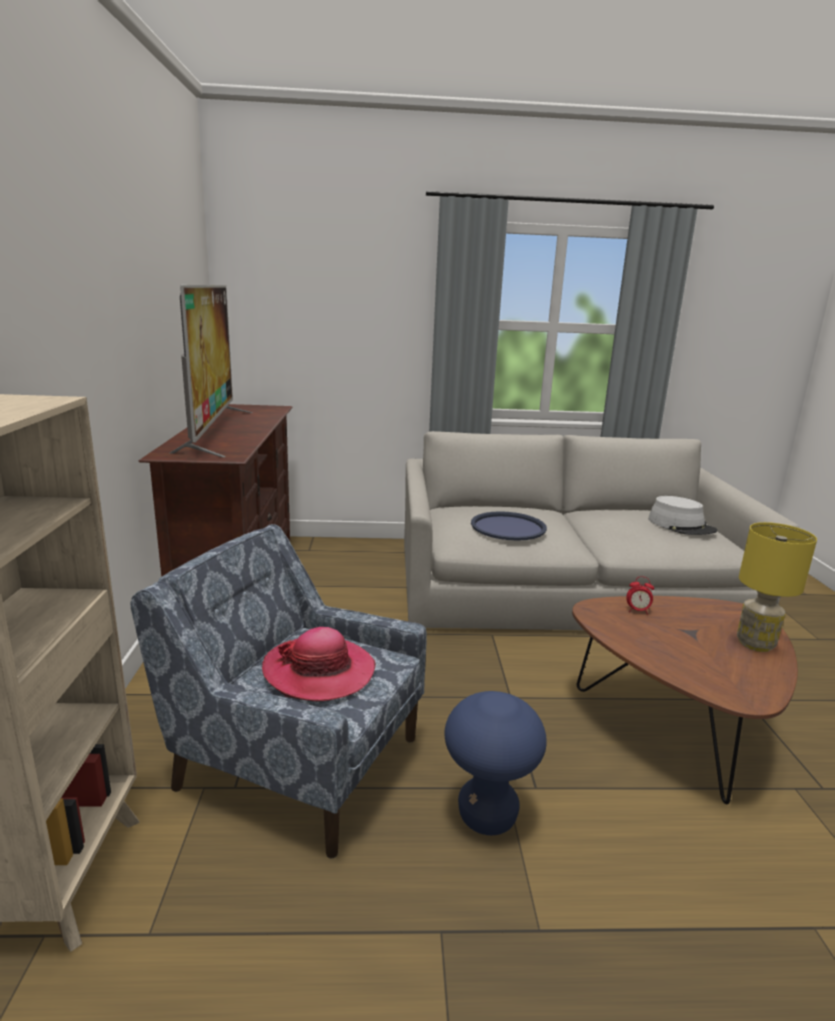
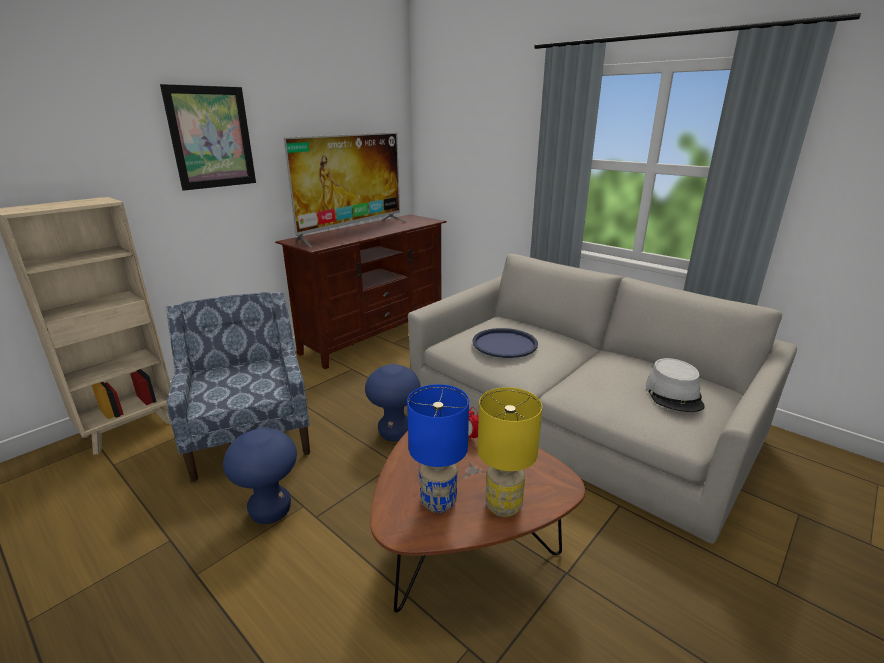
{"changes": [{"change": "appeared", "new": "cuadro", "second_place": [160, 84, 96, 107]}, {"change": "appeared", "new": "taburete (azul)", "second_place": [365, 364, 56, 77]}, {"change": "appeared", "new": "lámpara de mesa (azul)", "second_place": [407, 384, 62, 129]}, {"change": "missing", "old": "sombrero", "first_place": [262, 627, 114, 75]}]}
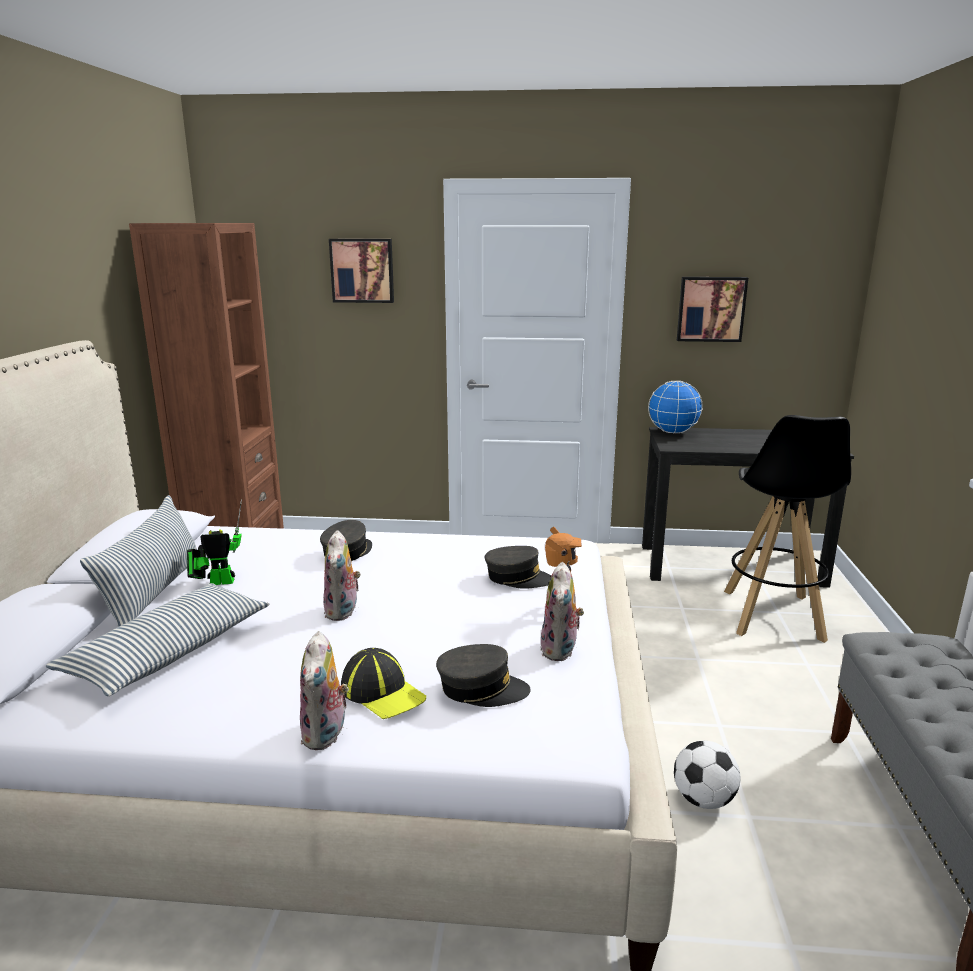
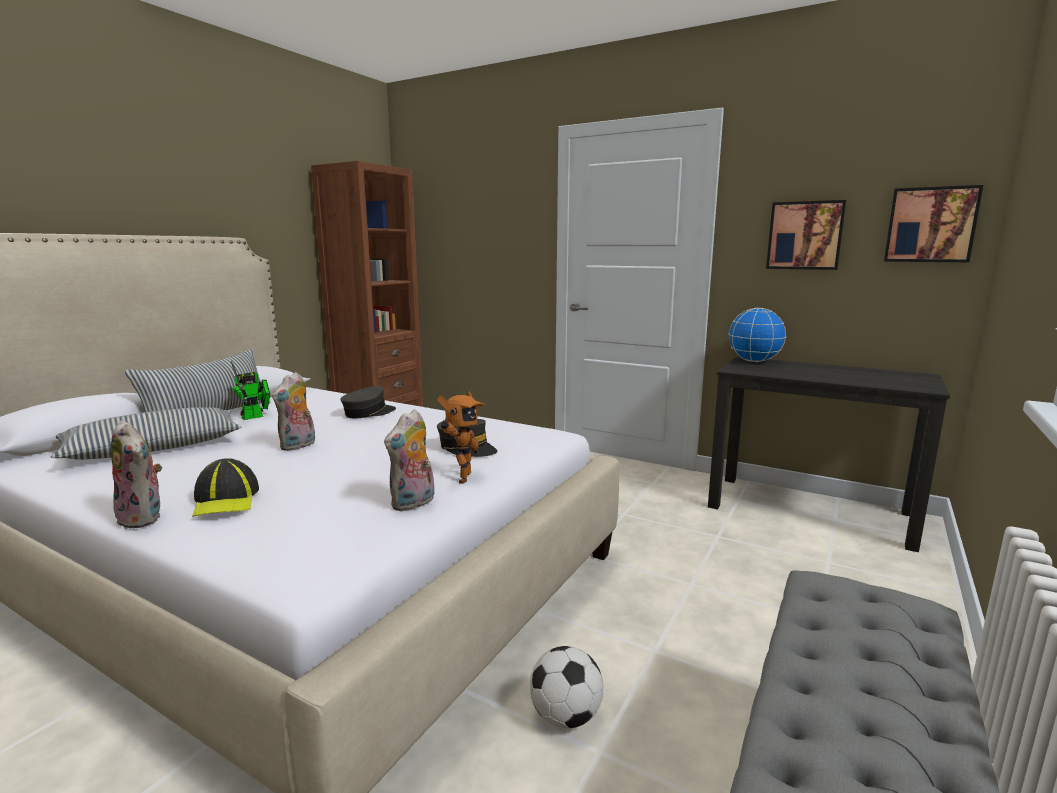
{"changes": [{"change": "spun", "old": "peluche", "first_place": [300, 631, 49, 119], "second_place": [111, 420, 51, 109], "degrees": -75}, {"change": "spun", "old": "robot de juguete", "first_place": [187, 499, 55, 86], "second_place": [231, 361, 39, 59], "degrees": 120}, {"change": "relocated", "old": "cuadro", "first_place": [329, 239, 65, 64], "second_place": [884, 185, 99, 77]}, {"change": "missing", "old": "gorra (gris)", "first_place": [436, 644, 94, 63]}, {"change": "missing", "old": "taburete (negro)", "first_place": [724, 415, 127, 228]}]}
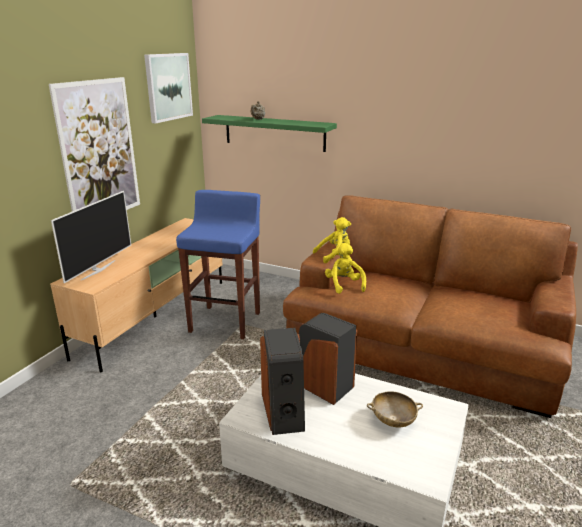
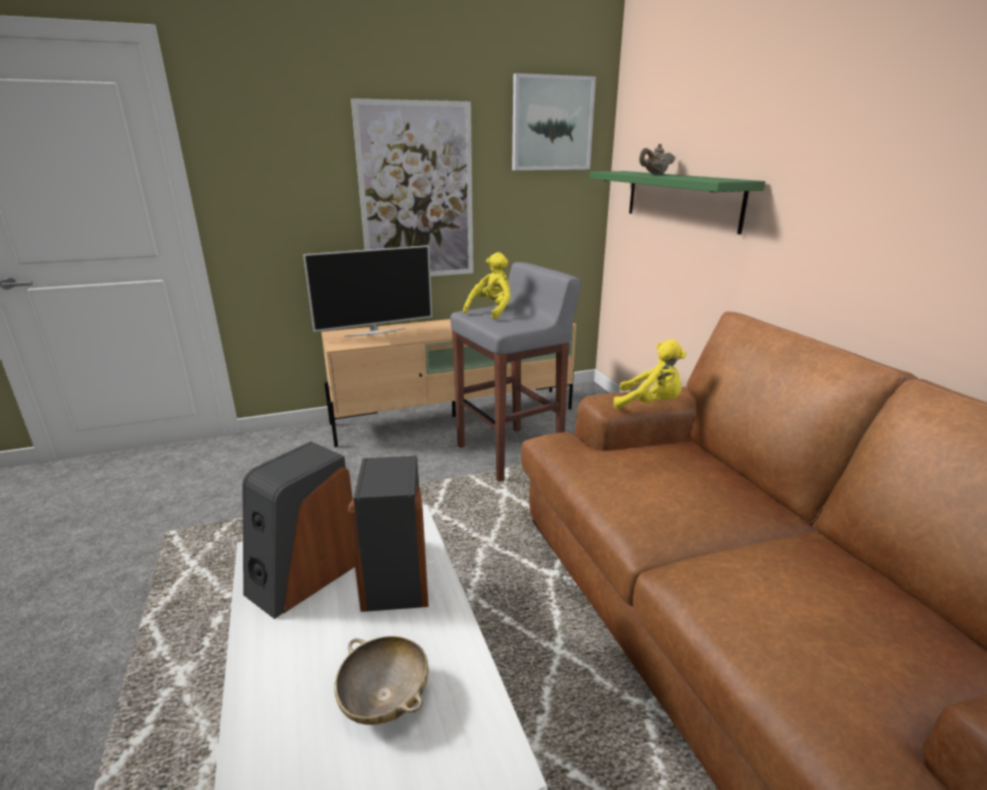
{"changes": [{"change": "colour", "old": "taburete (azul)", "new": "taburete (gris)", "first_place": [176, 190, 84, 149], "second_place": [450, 262, 132, 220]}, {"change": "relocated", "old": "peluche (amarillo)", "first_place": [325, 243, 41, 51], "second_place": [463, 252, 48, 68]}]}
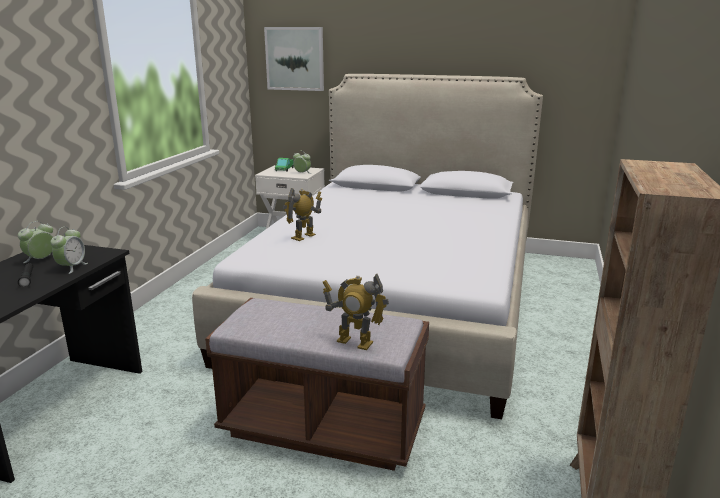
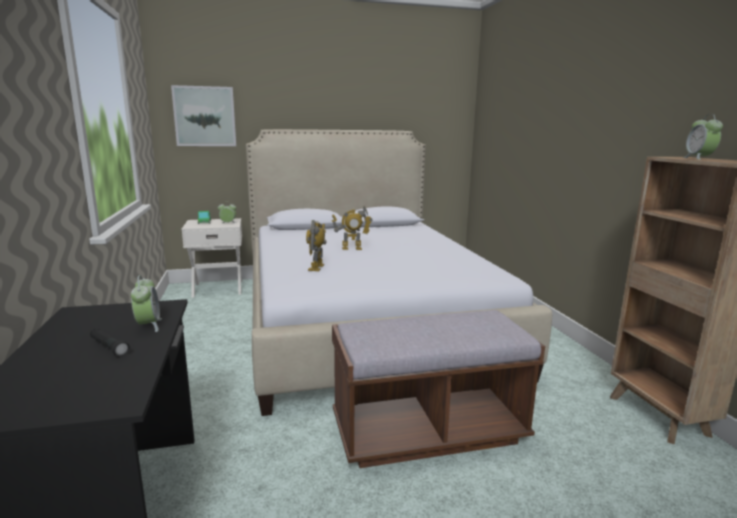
{"changes": [{"change": "relocated", "old": "robot de juguete", "first_place": [323, 274, 66, 76], "second_place": [331, 205, 42, 45]}, {"change": "relocated", "old": "despertador", "first_place": [18, 221, 35, 42], "second_place": [683, 114, 40, 46]}]}
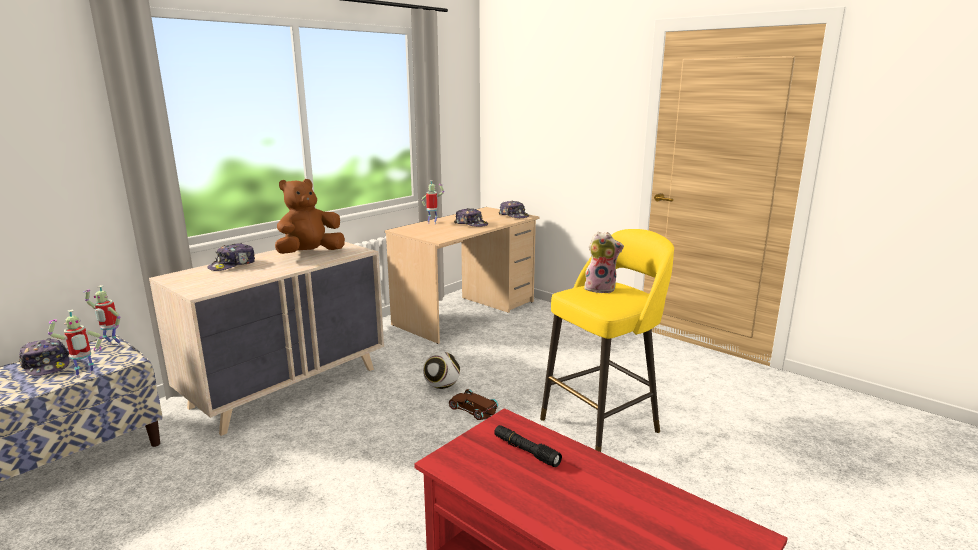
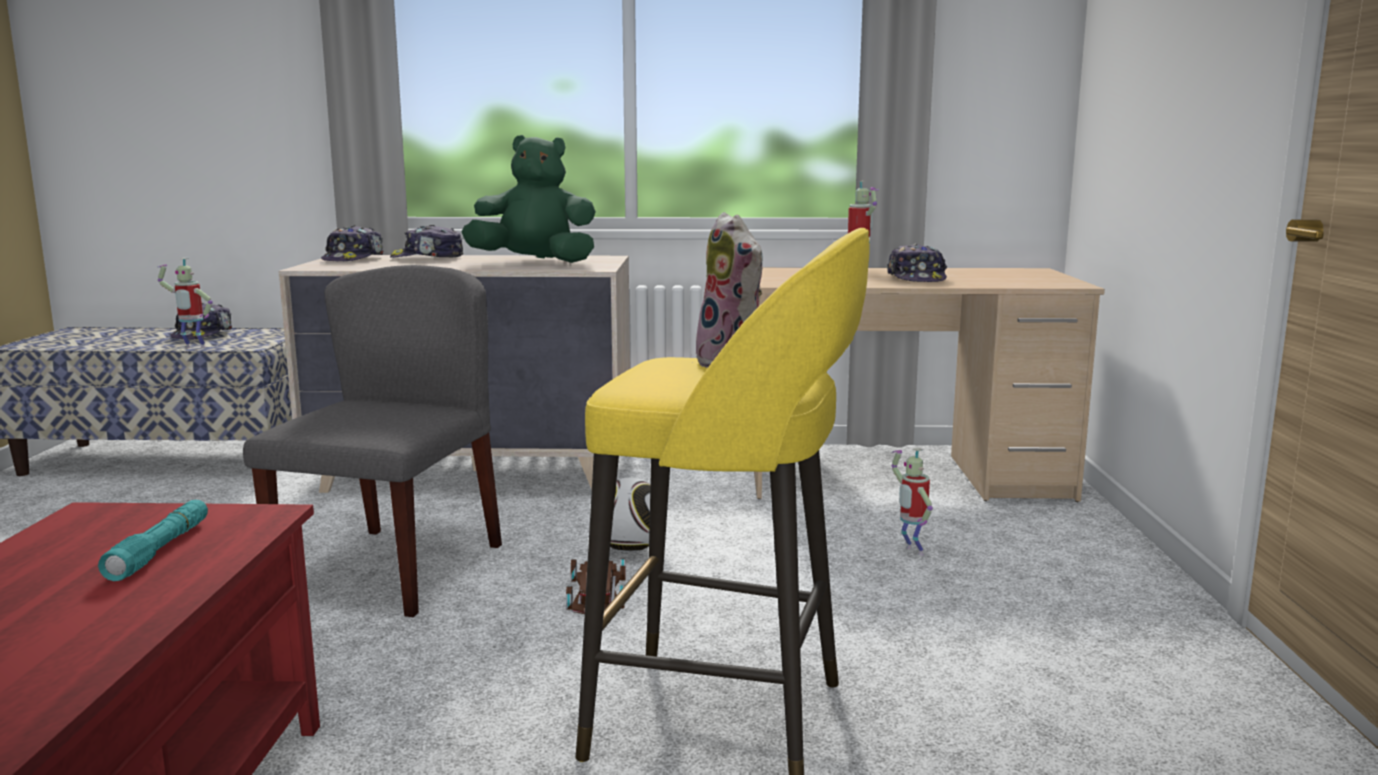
{"changes": [{"change": "colour", "old": "linterna (negro)", "new": "linterna (turquesa)", "first_place": [494, 425, 68, 42], "second_place": [98, 500, 110, 81]}, {"change": "appeared", "new": "silla (gris)", "second_place": [243, 265, 259, 352]}, {"change": "relocated", "old": "gorra", "first_place": [499, 201, 30, 17], "second_place": [321, 225, 62, 36]}, {"change": "colour", "old": "peluche (marrón)", "new": "peluche (verde)", "first_place": [275, 179, 70, 75], "second_place": [462, 135, 134, 128]}, {"change": "relocated", "old": "robot de juguete", "first_place": [84, 285, 37, 61], "second_place": [892, 448, 41, 108]}]}
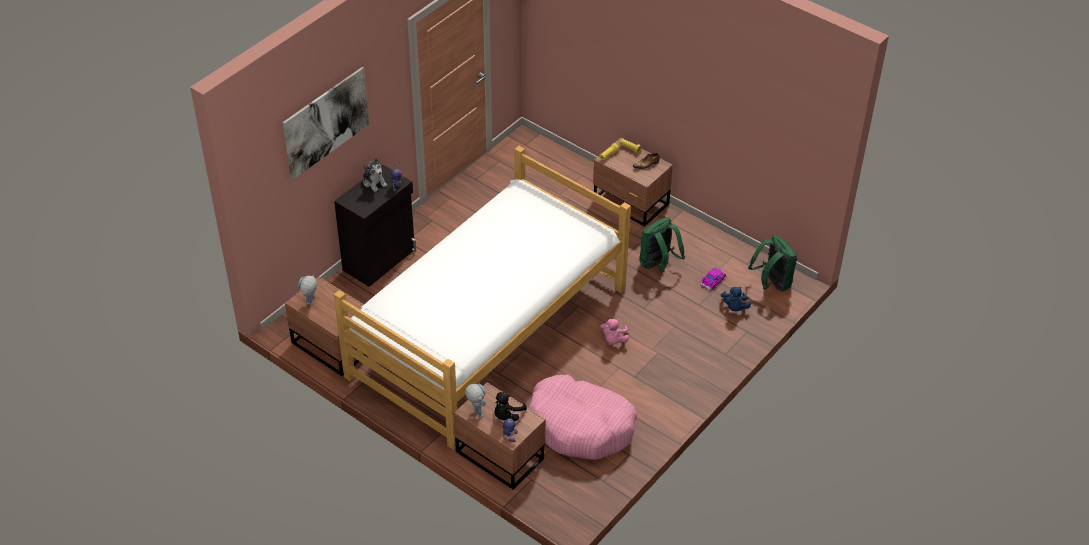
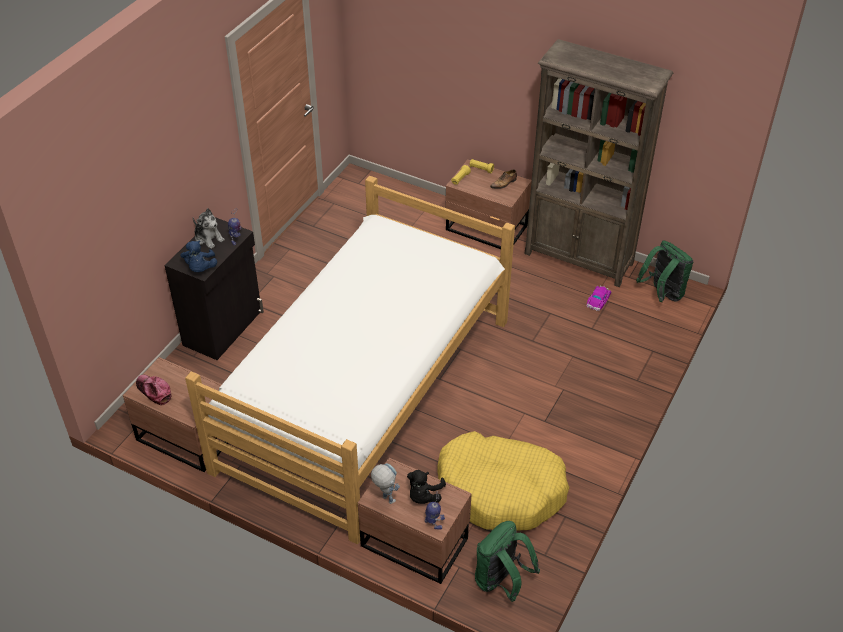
{"changes": [{"change": "exchanged", "old": "robot de juguete", "new": "gorra", "first_place": [298, 275, 19, 30], "second_place": [136, 375, 35, 31]}, {"change": "relocated", "old": "peluche (azul)", "first_place": [721, 287, 30, 24], "second_place": [180, 241, 37, 31]}, {"change": "colour", "old": "cama para perro (rosa)", "new": "cama para perro (amarillo)", "first_place": [529, 374, 108, 86], "second_place": [437, 431, 133, 100]}, {"change": "relocated", "old": "mochila (verde)", "first_place": [639, 217, 46, 55], "second_place": [475, 521, 65, 81]}, {"change": "appeared", "new": "estantería (marrón)", "second_place": [525, 39, 148, 248]}, {"change": "missing", "old": "cuadro", "first_place": [283, 67, 86, 113]}, {"change": "missing", "old": "peluche (rosa)", "first_place": [601, 319, 28, 25]}]}
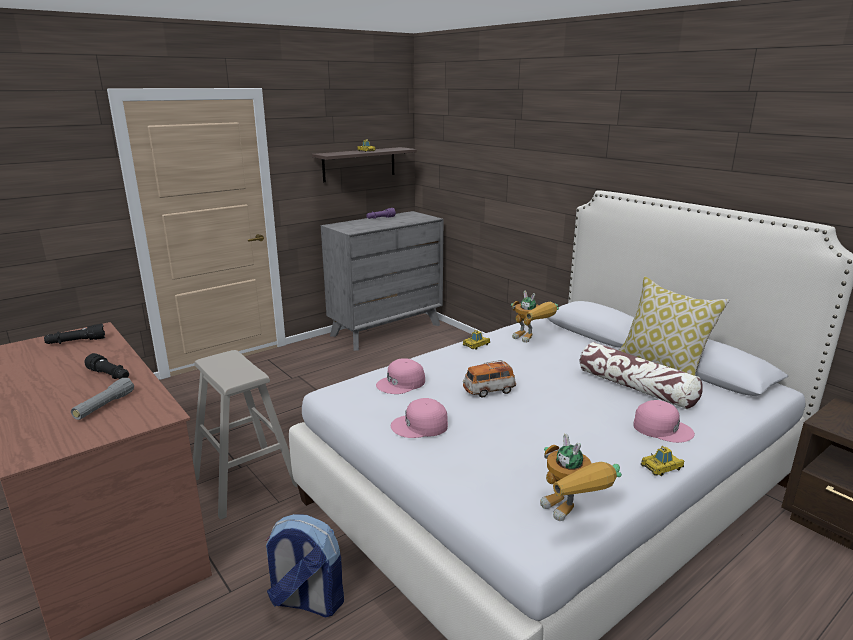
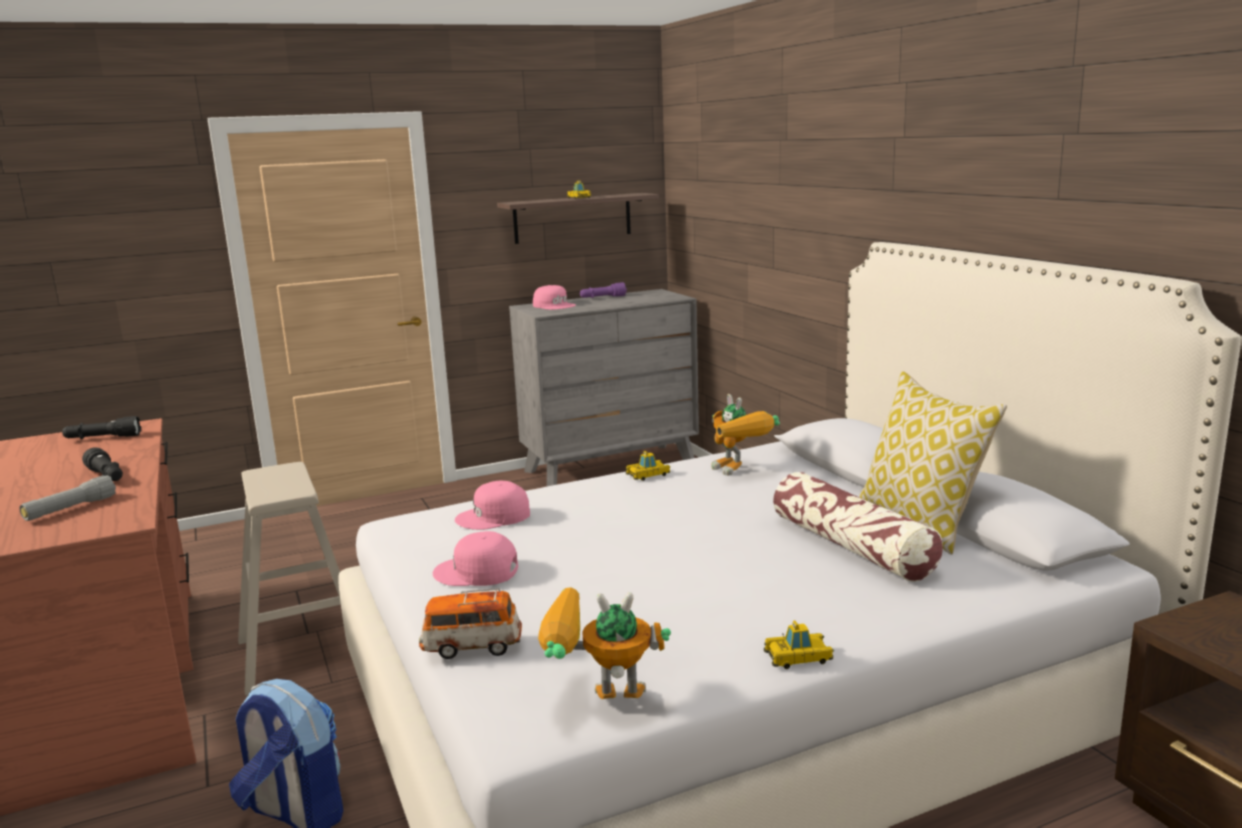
{"changes": [{"change": "relocated", "old": "coche de juguete", "first_place": [463, 360, 53, 38], "second_place": [419, 588, 103, 71]}, {"change": "relocated", "old": "gorra (rosa)", "first_place": [633, 400, 62, 43], "second_place": [533, 285, 43, 25]}, {"change": "spun", "old": "robot de juguete", "first_place": [540, 434, 82, 87], "second_place": [538, 587, 133, 112], "degrees": 105}]}
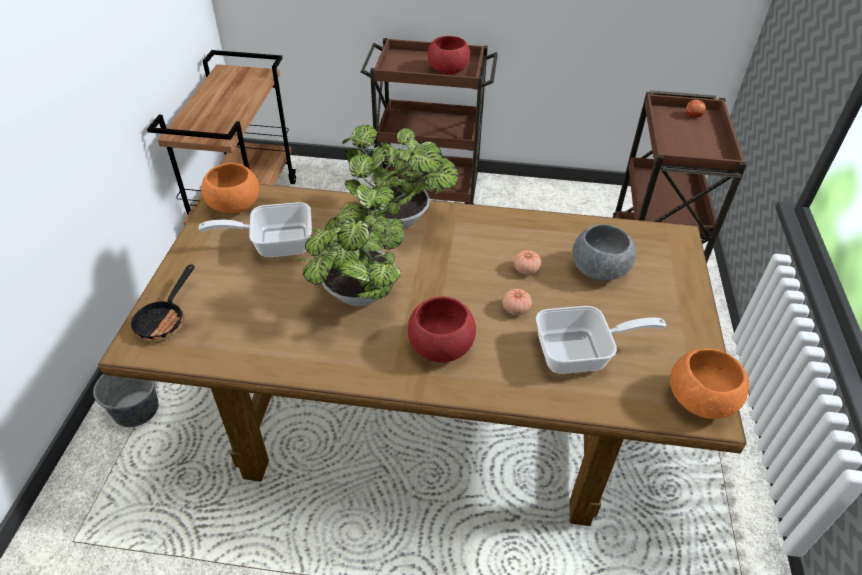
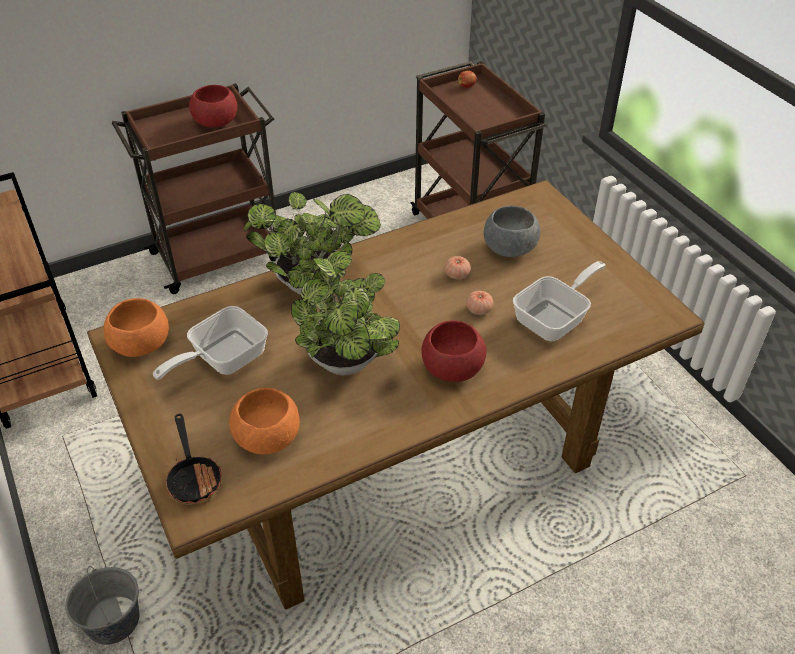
{"changes": [{"change": "relocated", "old": "cuenco (naranja)", "first_place": [670, 348, 79, 71], "second_place": [229, 388, 71, 66]}]}
